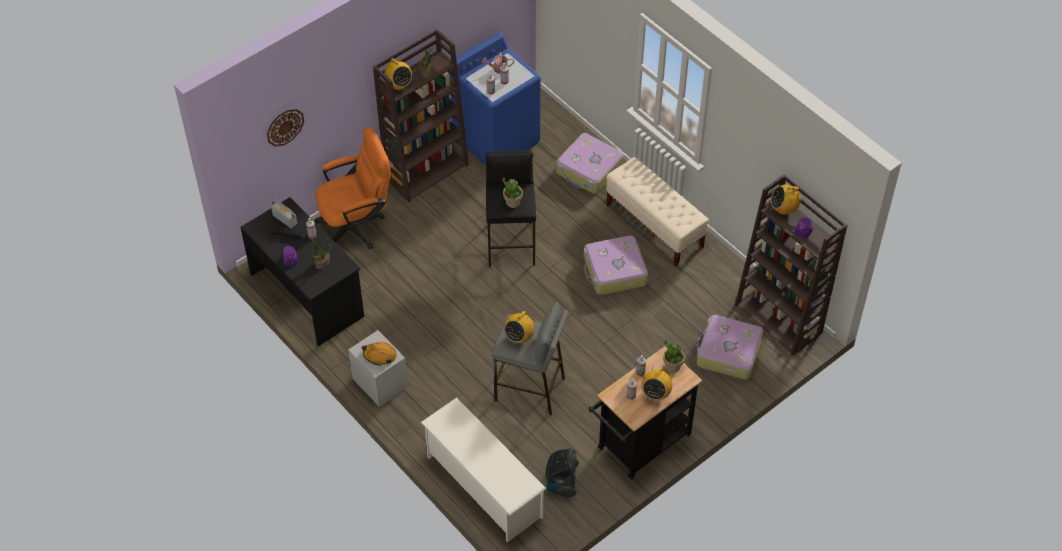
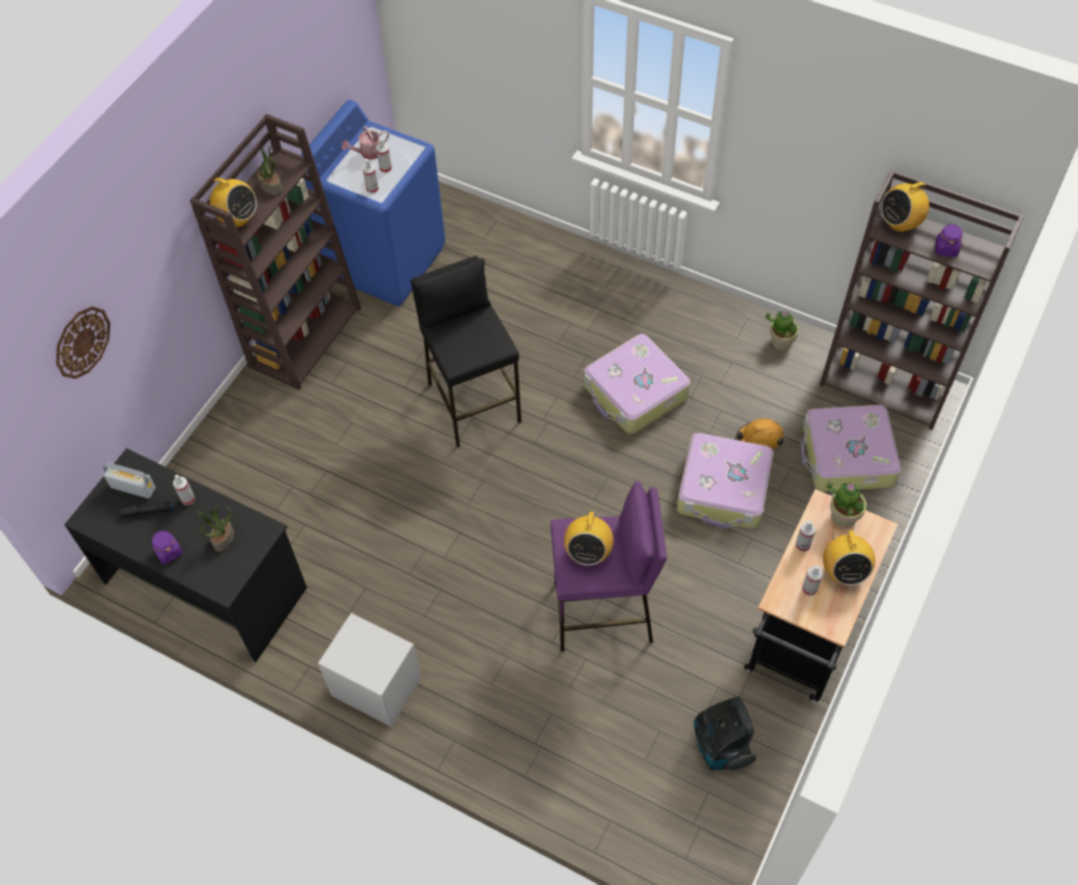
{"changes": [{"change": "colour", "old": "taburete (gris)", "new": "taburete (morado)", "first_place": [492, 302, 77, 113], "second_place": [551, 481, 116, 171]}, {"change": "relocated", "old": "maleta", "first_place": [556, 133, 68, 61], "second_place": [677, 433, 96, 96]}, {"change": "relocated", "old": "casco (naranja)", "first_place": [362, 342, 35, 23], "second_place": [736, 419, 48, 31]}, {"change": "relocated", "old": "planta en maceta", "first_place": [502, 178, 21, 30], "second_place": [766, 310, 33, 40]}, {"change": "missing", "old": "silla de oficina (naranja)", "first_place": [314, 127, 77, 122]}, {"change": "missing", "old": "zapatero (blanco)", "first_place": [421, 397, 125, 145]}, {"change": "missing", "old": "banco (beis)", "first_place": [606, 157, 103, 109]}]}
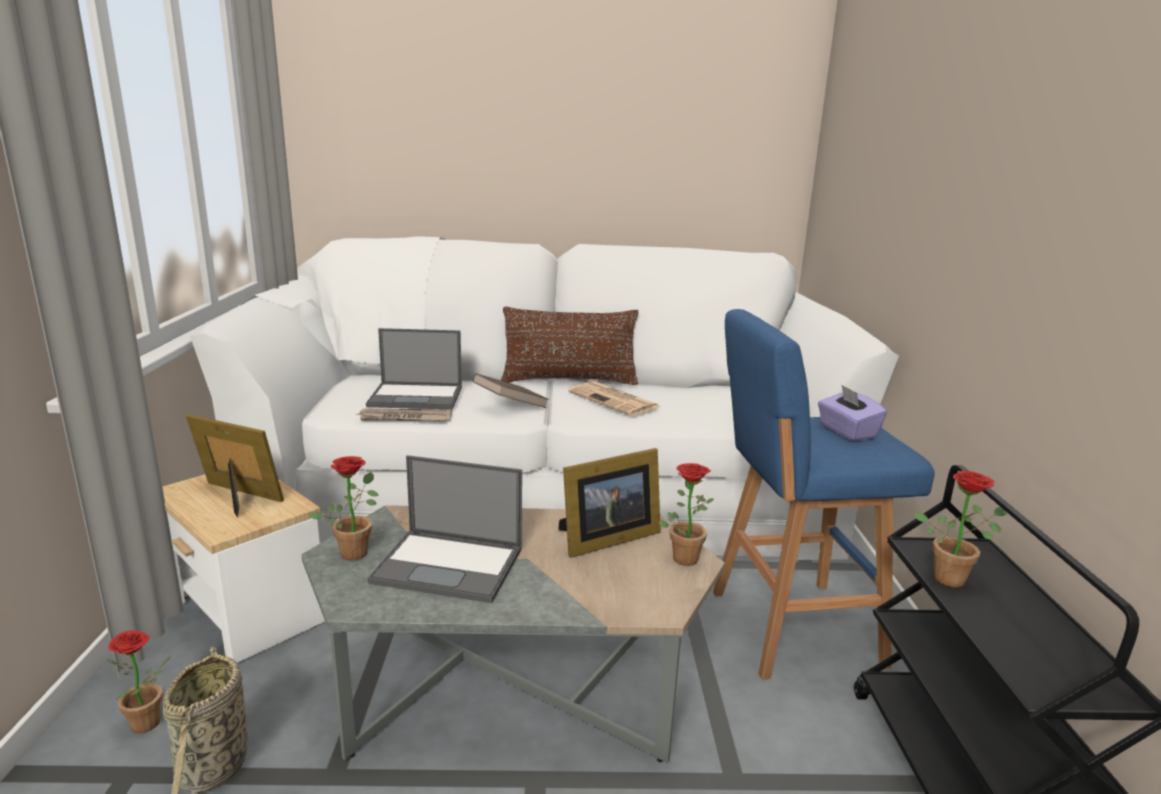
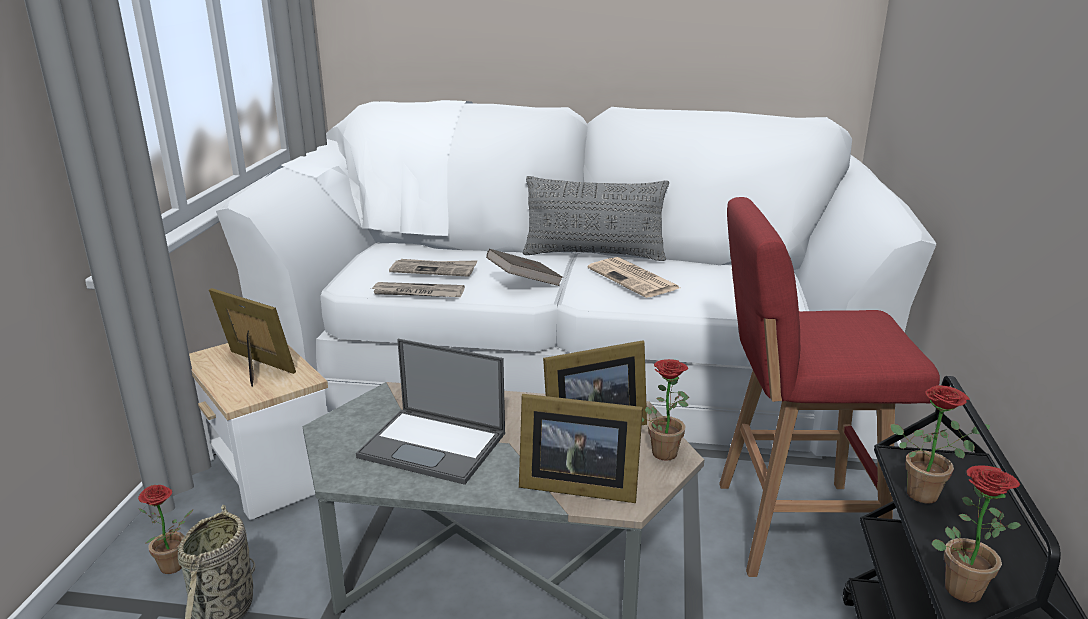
{"changes": [{"change": "exchanged", "old": "portátil", "new": "periódico", "first_place": [366, 328, 96, 81], "second_place": [389, 259, 88, 18]}, {"change": "appeared", "new": "portarretratos", "second_place": [519, 394, 124, 109]}, {"change": "colour", "old": "cojín (marrón)", "new": "cojín (gris)", "first_place": [501, 307, 138, 78], "second_place": [523, 176, 146, 85]}, {"change": "colour", "old": "taburete (azul)", "new": "taburete (rojo)", "first_place": [713, 309, 221, 371], "second_place": [719, 197, 221, 380]}, {"change": "relocated", "old": "planta en maceta", "first_place": [309, 456, 70, 105], "second_place": [931, 465, 90, 137]}, {"change": "missing", "old": "caja de pañuelos (morado)", "first_place": [818, 384, 69, 57]}]}
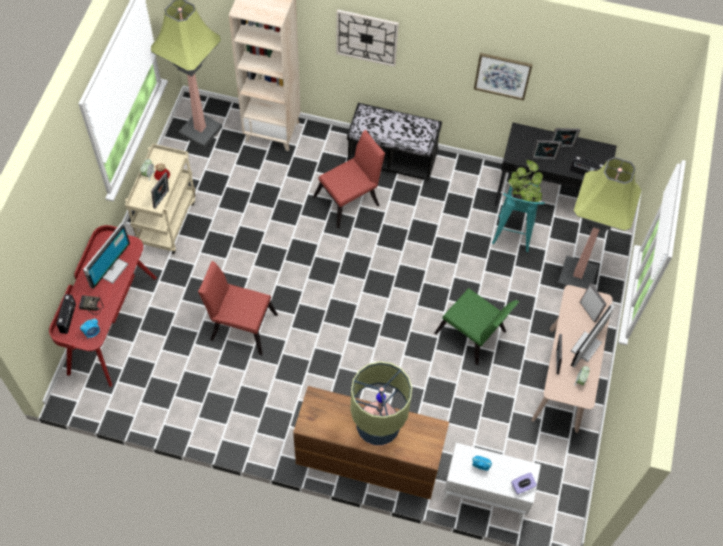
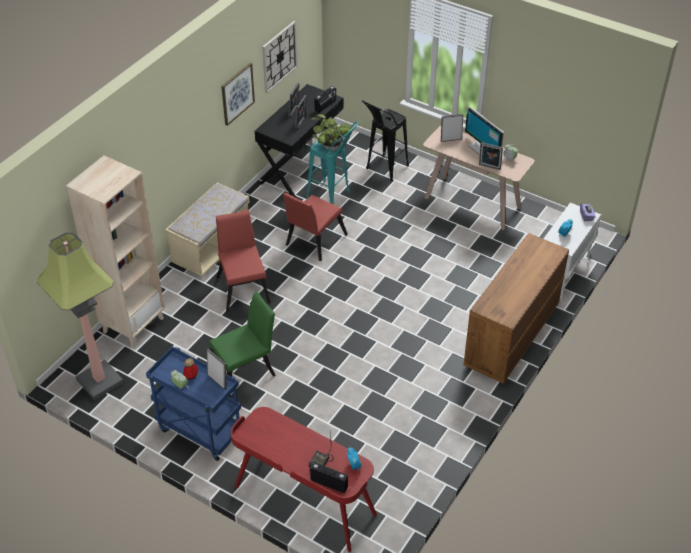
{"changes": [{"change": "colour", "old": "carrito (beis)", "new": "carrito (azul)", "first_place": [125, 143, 71, 111], "second_place": [146, 347, 95, 114]}, {"change": "colour", "old": "banco (negro)", "new": "banco (beis)", "first_place": [347, 103, 95, 77], "second_place": [165, 183, 85, 93]}, {"change": "relocated", "old": "silla (verde)", "first_place": [435, 288, 84, 77], "second_place": [209, 291, 67, 106]}, {"change": "relocated", "old": "reloj de pared", "first_place": [336, 9, 63, 58], "second_place": [262, 21, 35, 72]}, {"change": "relocated", "old": "silla (rojo)", "first_place": [198, 261, 80, 94], "second_place": [283, 193, 65, 68]}, {"change": "exchanged", "old": "lámpara de pie", "new": "taburete (negro)", "first_place": [557, 157, 85, 132], "second_place": [362, 100, 47, 81]}, {"change": "missing", "old": "monitor", "first_place": [83, 224, 47, 65]}, {"change": "missing", "old": "lámpara de mesa", "first_place": [350, 361, 62, 85]}]}
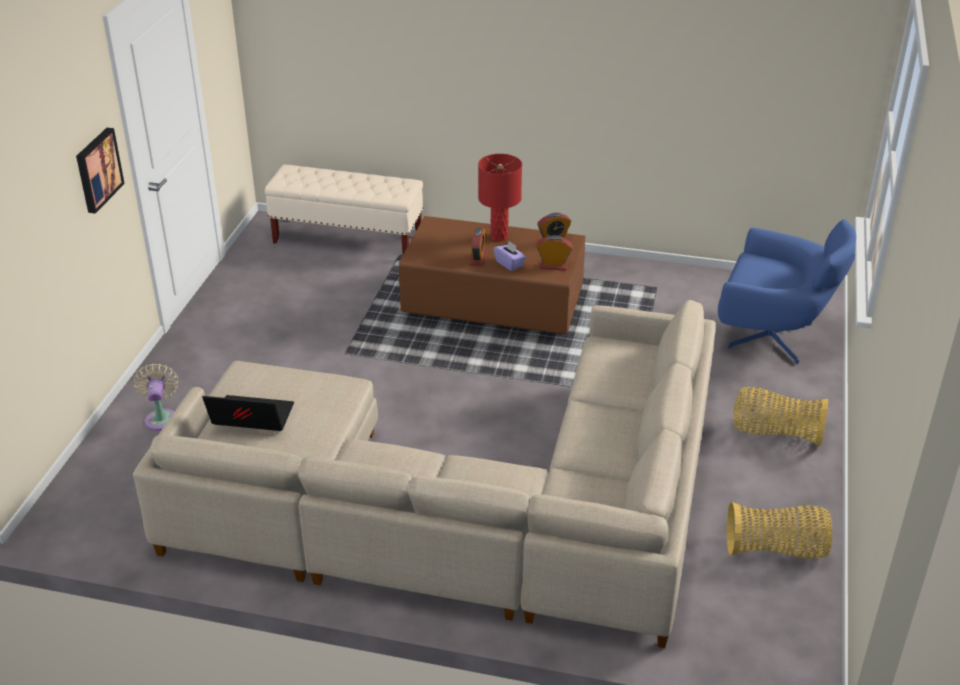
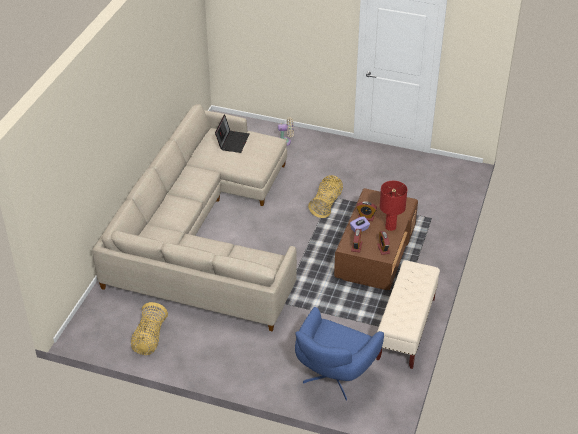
{"changes": [{"change": "relocated", "old": "cesta", "first_place": [734, 387, 94, 59], "second_place": [308, 175, 35, 43]}, {"change": "relocated", "old": "banco (beis)", "first_place": [265, 164, 158, 90], "second_place": [376, 260, 64, 109]}, {"change": "missing", "old": "cuadro", "first_place": [76, 128, 49, 86]}]}
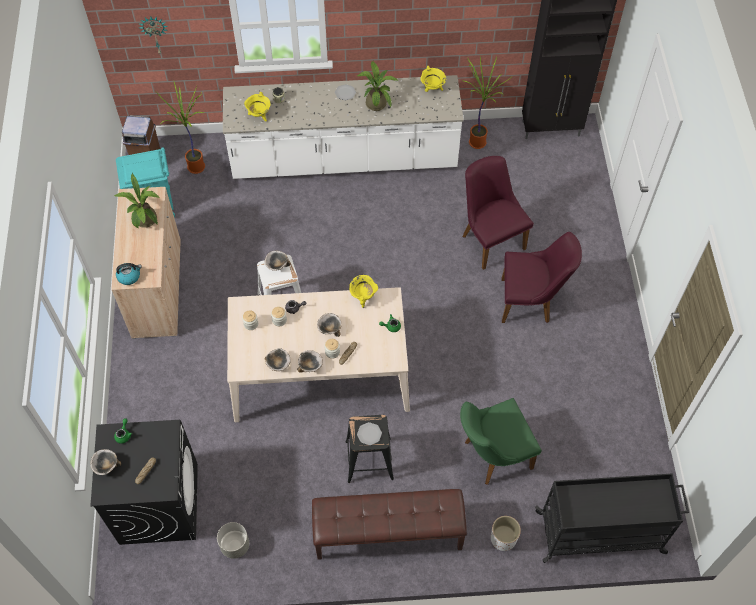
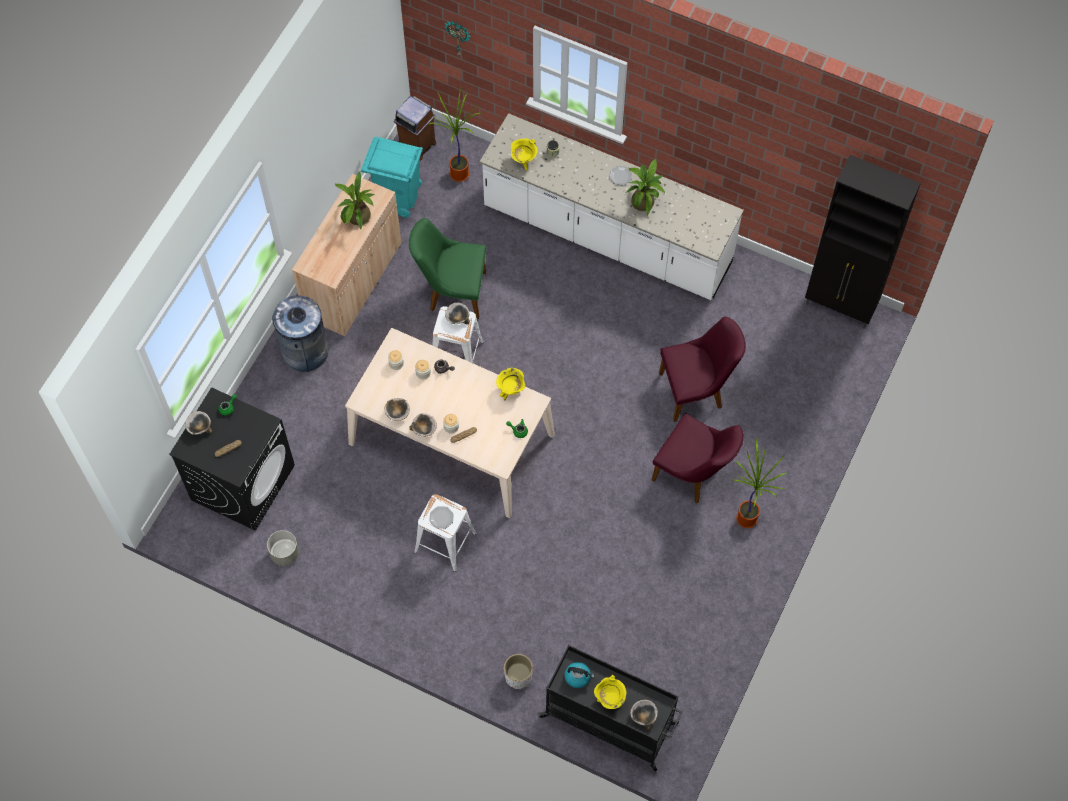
{"changes": [{"change": "appeared", "new": "papelera (gris)", "second_place": [271, 295, 58, 77]}, {"change": "relocated", "old": "silla (verde)", "first_place": [460, 398, 82, 87], "second_place": [409, 218, 77, 101]}, {"change": "colour", "old": "taburete (negro)", "new": "taburete (blanco)", "first_place": [346, 415, 48, 68], "second_place": [414, 494, 63, 78]}, {"change": "relocated", "old": "hervidor", "first_place": [116, 263, 26, 22], "second_place": [564, 662, 31, 26]}, {"change": "relocated", "old": "olla (amarillo)", "first_place": [420, 66, 26, 26], "second_place": [594, 675, 32, 34]}, {"change": "relocated", "old": "cuenco", "first_place": [317, 313, 25, 24], "second_place": [630, 700, 28, 30]}, {"change": "spun", "old": "silla (morado)", "first_place": [463, 156, 71, 114], "second_place": [659, 317, 87, 105], "degrees": 75}, {"change": "relocated", "old": "planta en maceta", "first_place": [462, 57, 48, 92], "second_place": [732, 438, 55, 90]}, {"change": "missing", "old": "banco (marrón)", "first_place": [312, 489, 155, 71]}]}
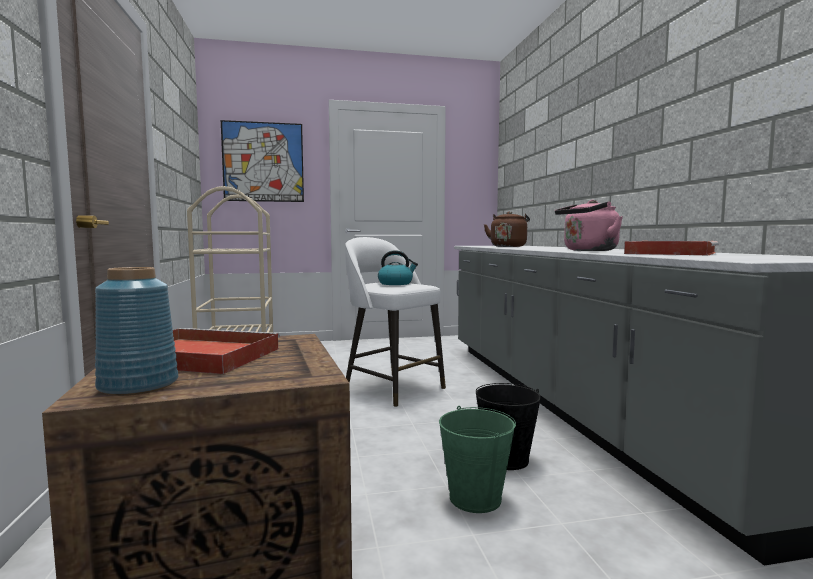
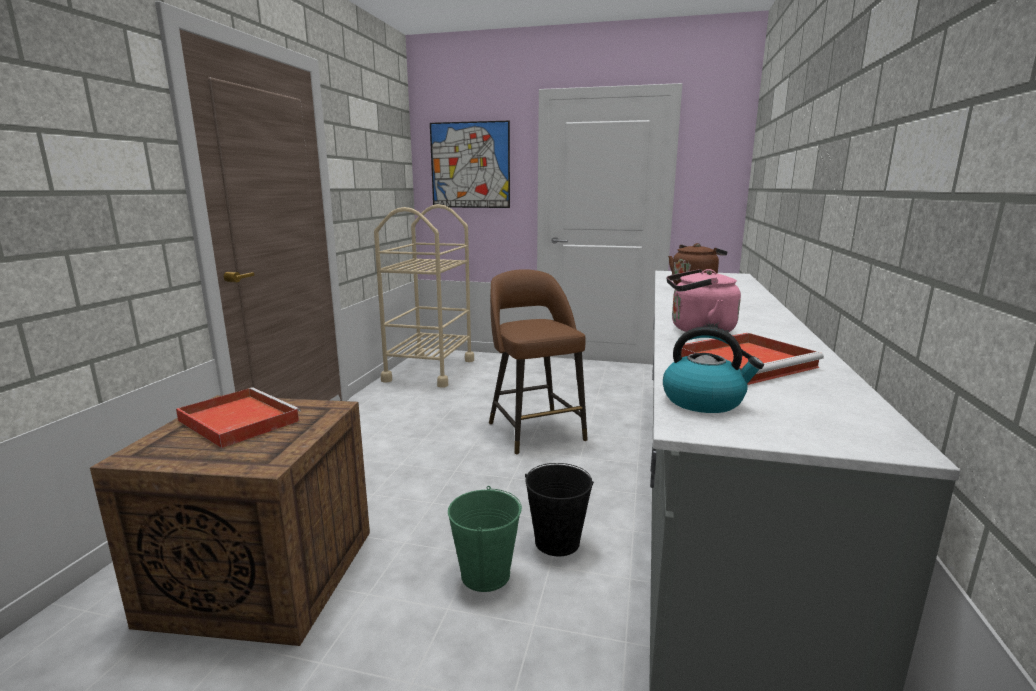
{"changes": [{"change": "colour", "old": "taburete (blanco)", "new": "taburete (marrón)", "first_place": [345, 237, 101, 170], "second_place": [489, 269, 99, 185]}, {"change": "relocated", "old": "hervidor", "first_place": [378, 250, 40, 35], "second_place": [663, 327, 101, 86]}, {"change": "missing", "old": "florero (azul)", "first_place": [95, 267, 83, 129]}]}
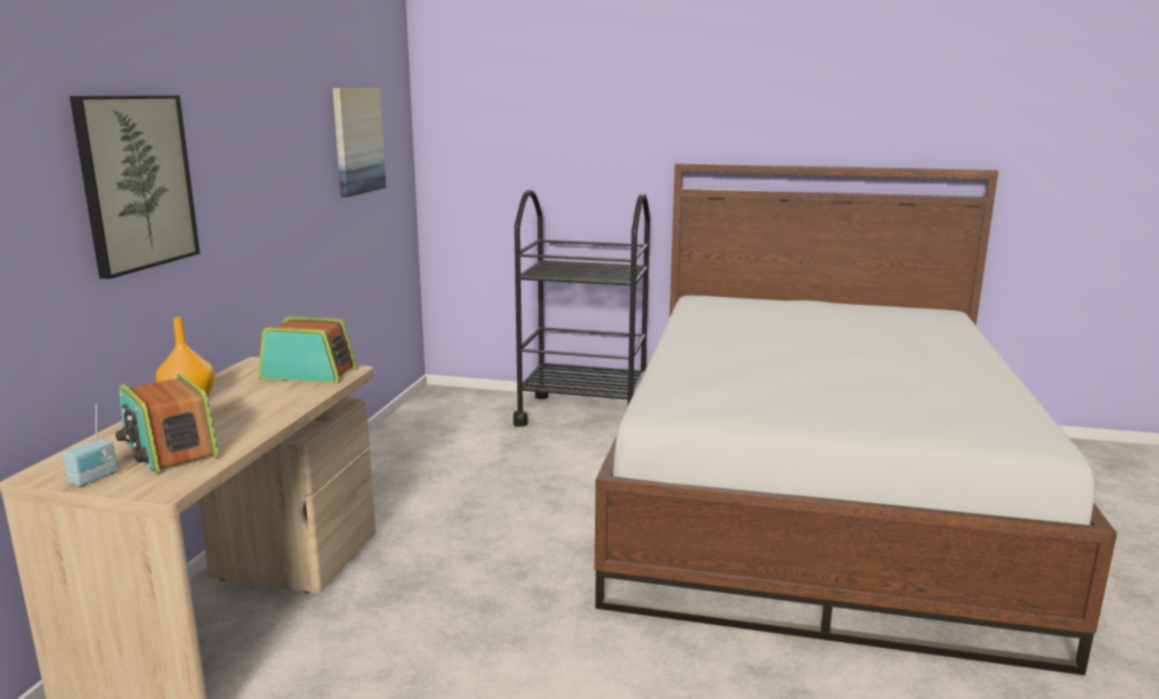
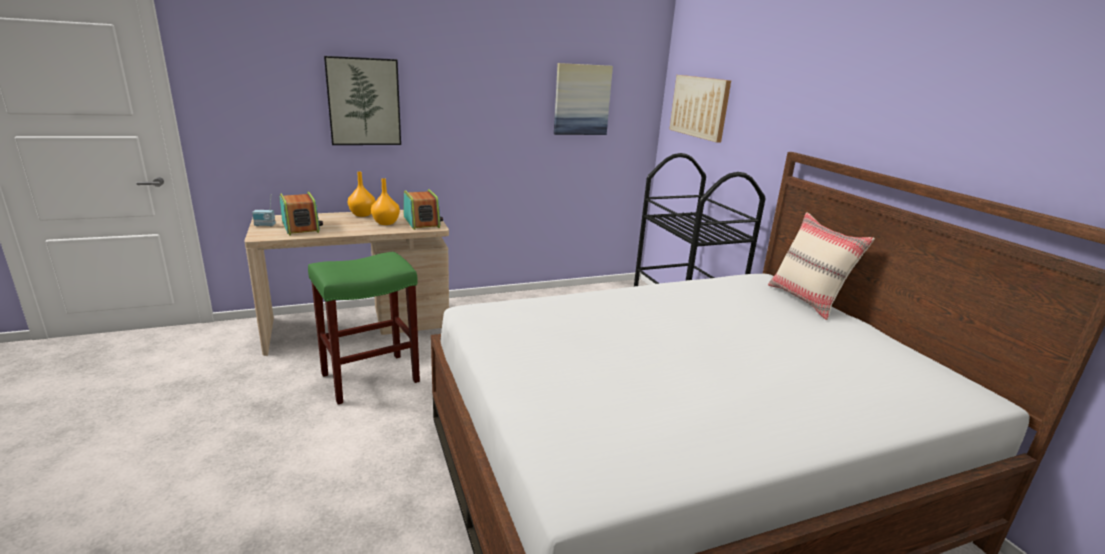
{"changes": [{"change": "spun", "old": "radio", "first_place": [116, 373, 103, 101], "second_place": [279, 192, 44, 44], "degrees": 135}, {"change": "appeared", "new": "taburete (verde)", "second_place": [308, 252, 112, 153]}, {"change": "appeared", "new": "florero (naranja)", "second_place": [371, 178, 29, 47]}, {"change": "appeared", "new": "cuadro", "second_place": [669, 75, 62, 67]}, {"change": "appeared", "new": "cojín (beis)", "second_place": [768, 212, 107, 108]}]}
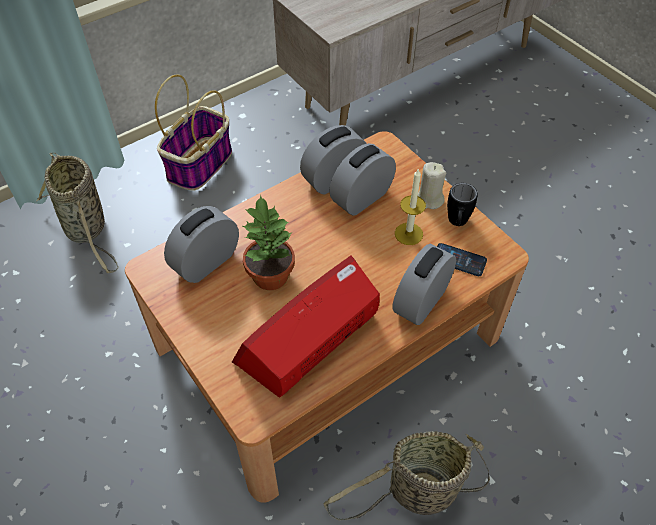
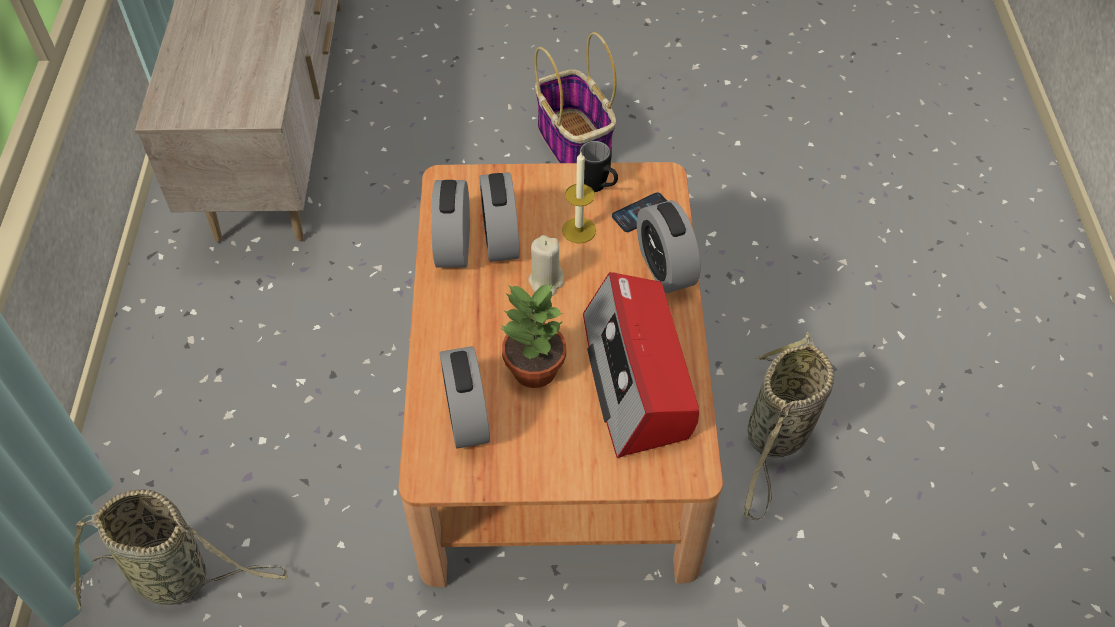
{"changes": [{"change": "relocated", "old": "vela (beis)", "first_place": [418, 162, 28, 47], "second_place": [528, 235, 36, 61]}, {"change": "relocated", "old": "cesta", "first_place": [155, 74, 77, 116], "second_place": [534, 32, 83, 131]}]}
